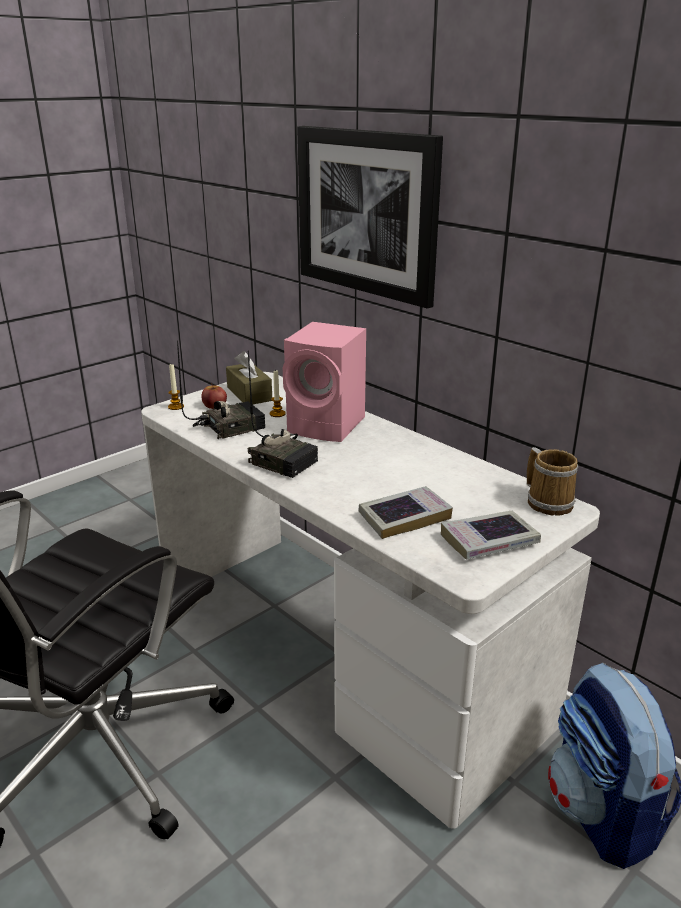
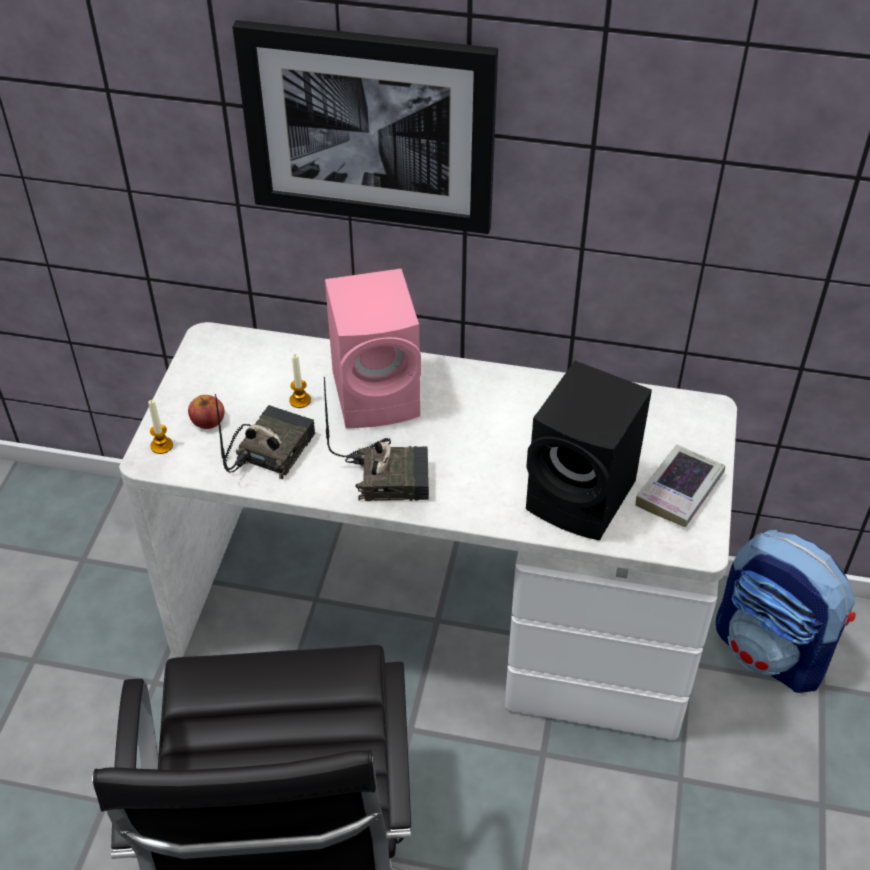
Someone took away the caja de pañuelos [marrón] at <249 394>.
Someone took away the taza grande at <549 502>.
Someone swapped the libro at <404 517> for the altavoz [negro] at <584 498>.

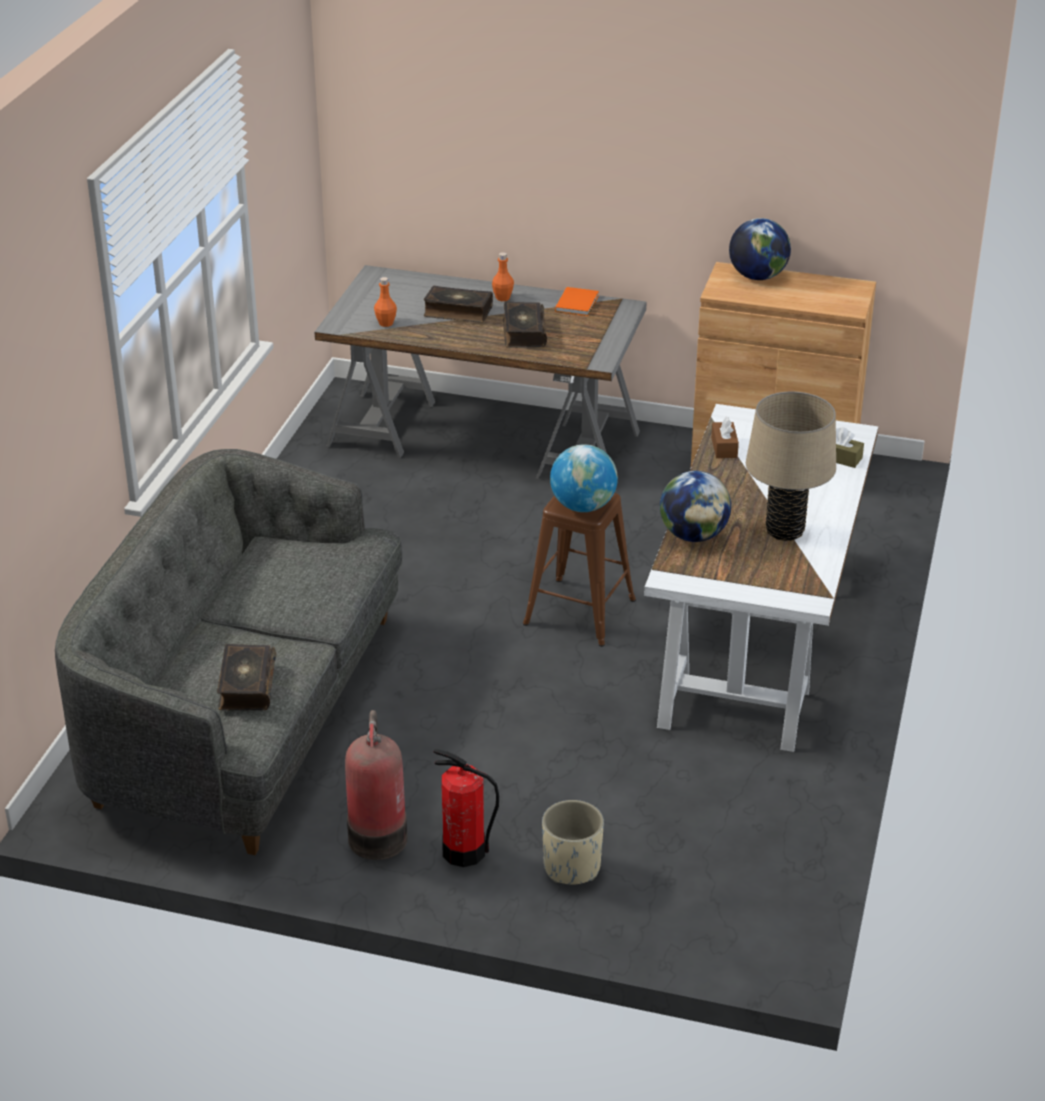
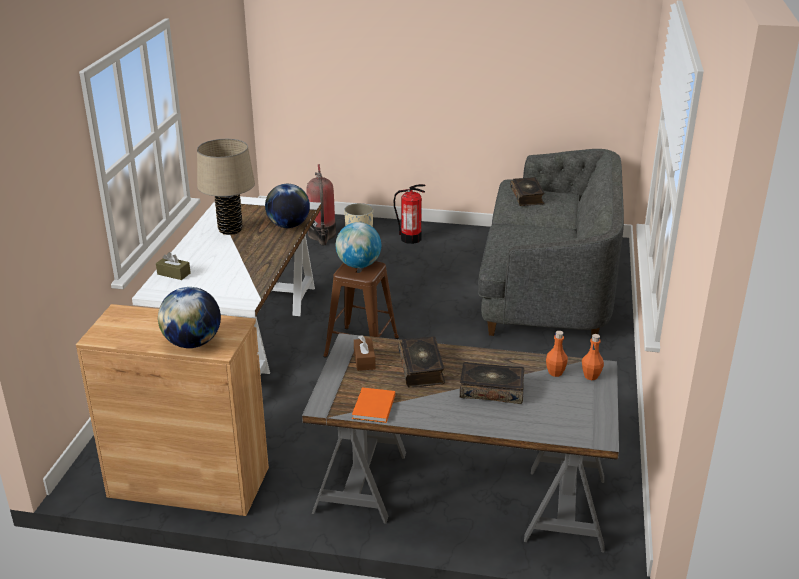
Someone carried the botella [naranja] from <503 298> to <591 376>.
Someone carried the caja de pañuelos [marrón] from <724 447> to <364 360>.
Someone carried the extintor from <377 835> to <322 235>.

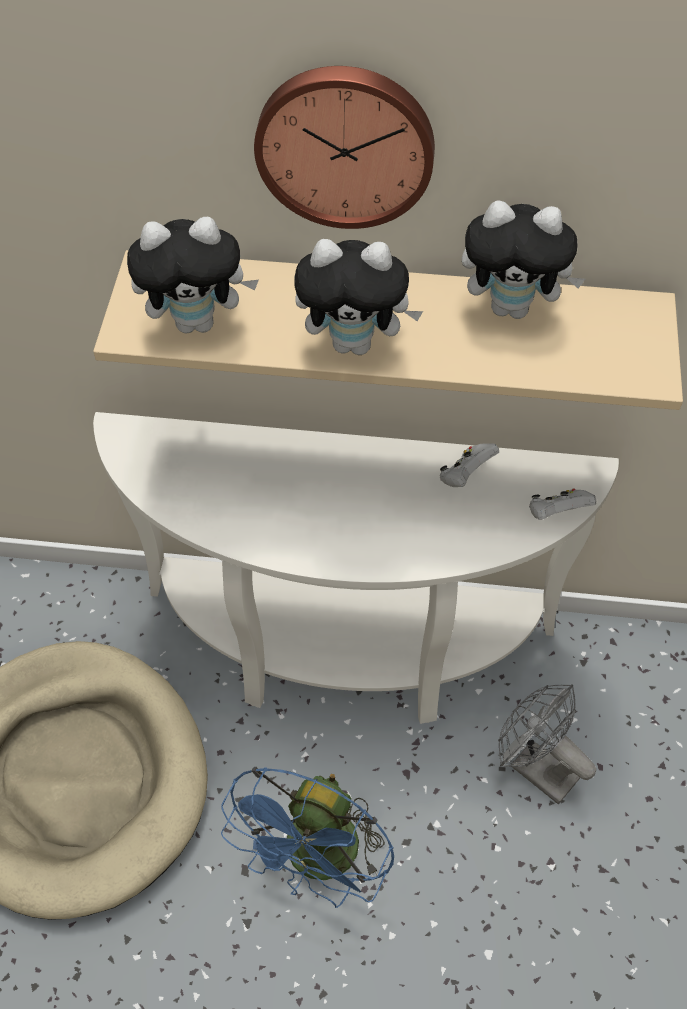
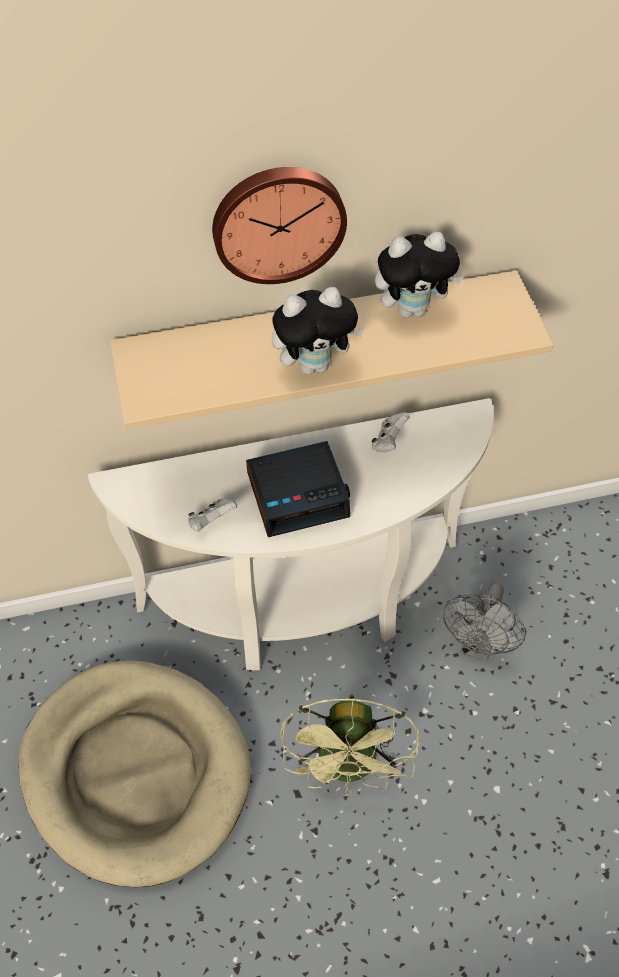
Someone took away the peluche at <198 322>.
Someone carried the mando de consola [blanco] from <556 514> to <211 522>.
Someone rotated the ventilador [gris] at <534 767> by 90 degrees counterclockwise.
Someone repainted the ventilador [azul] at <318 862>, which became the ventilador [verde] at <349 768>.
Someone put down the despertador at <298 494>.

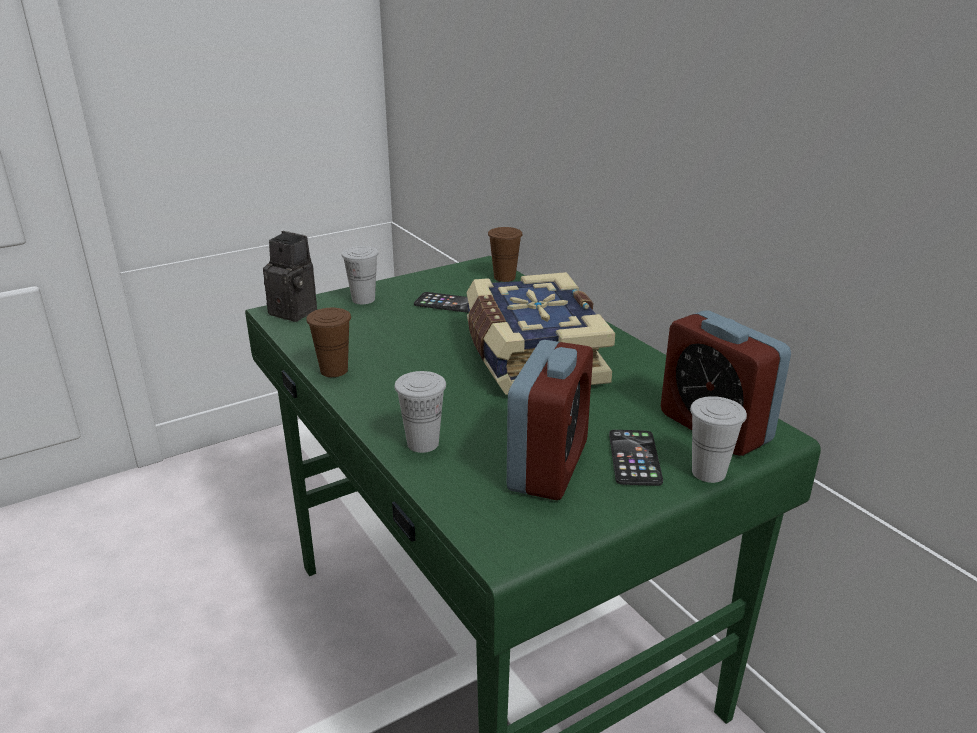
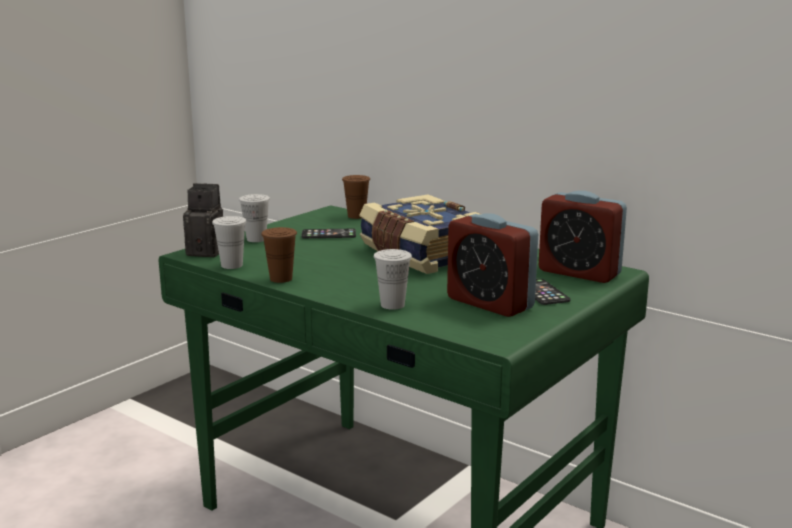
Someone rotated the despertador at <548 466> by 135 degrees clockwise.
Someone carried the taza [blanco] from <708 472> to <232 265>.

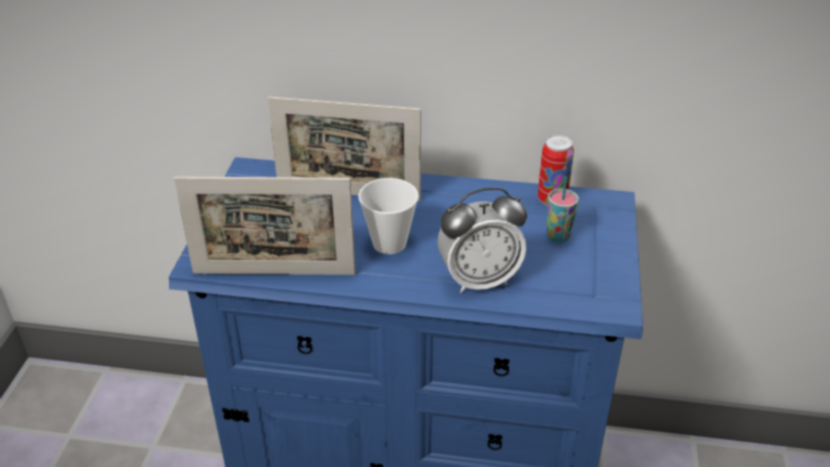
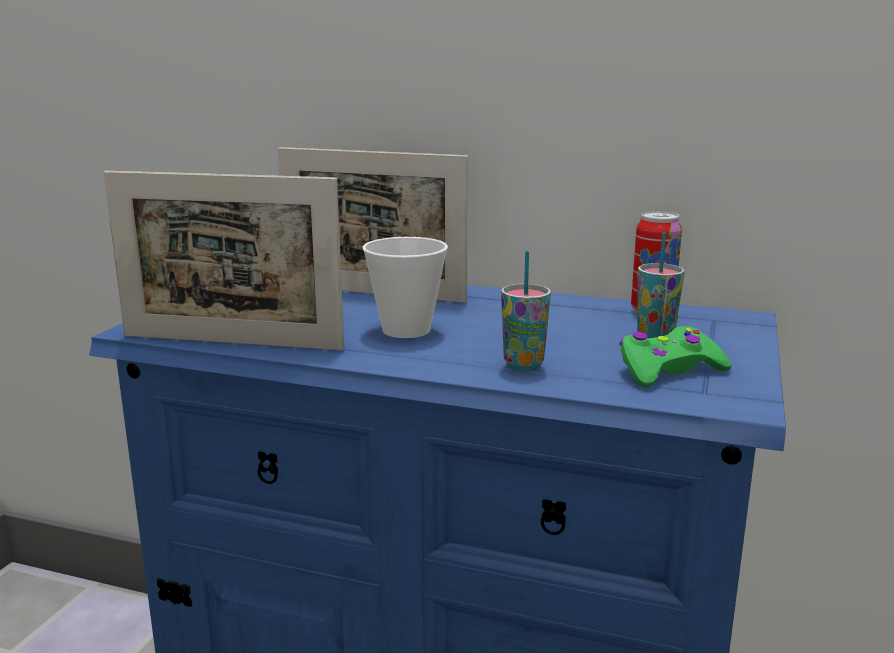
Someone swapped the despertador at <479 280> for the taza at <523 366>.
Someone put down the mando de consola [verde] at <668 370>.

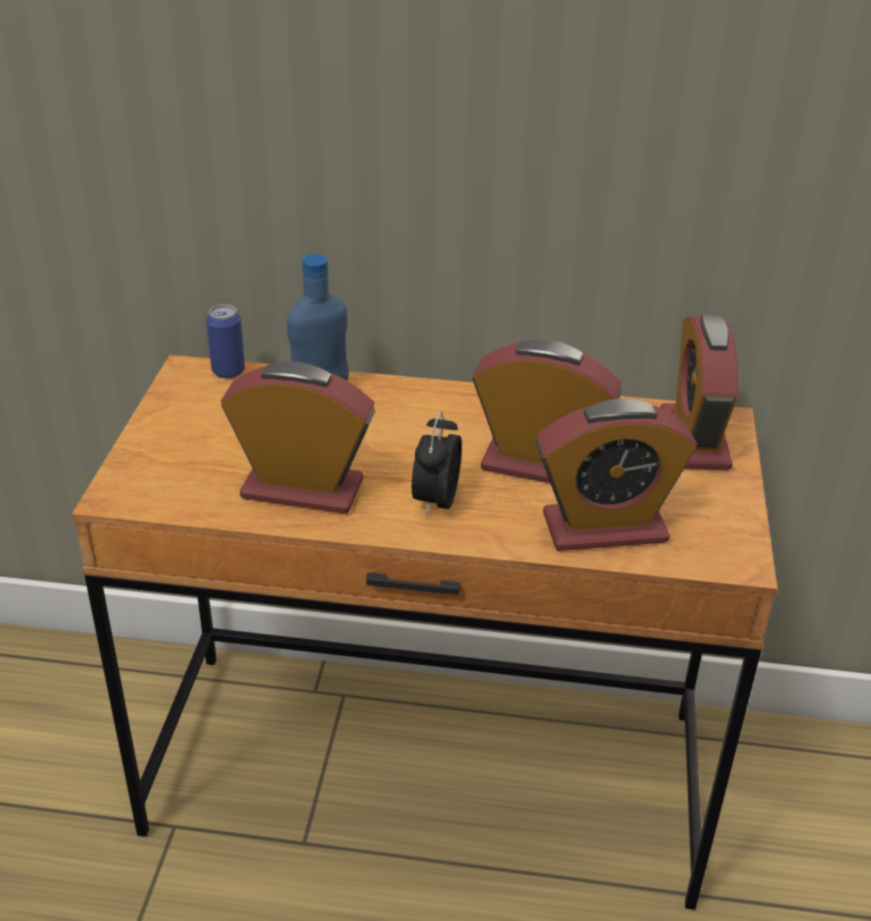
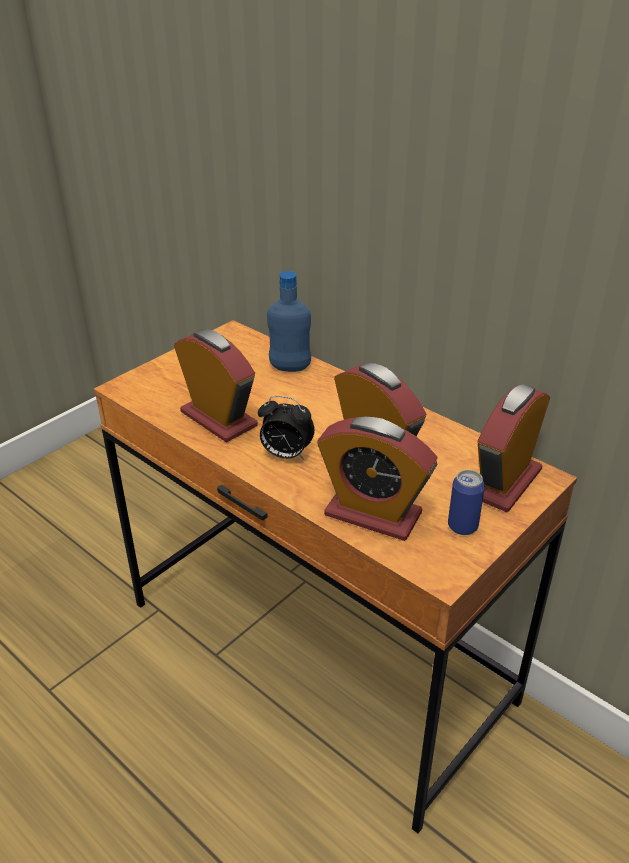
Someone carried the lata from <228 371> to <462 526>.
Someone rotated the despertador at <435 501> by 120 degrees counterclockwise.

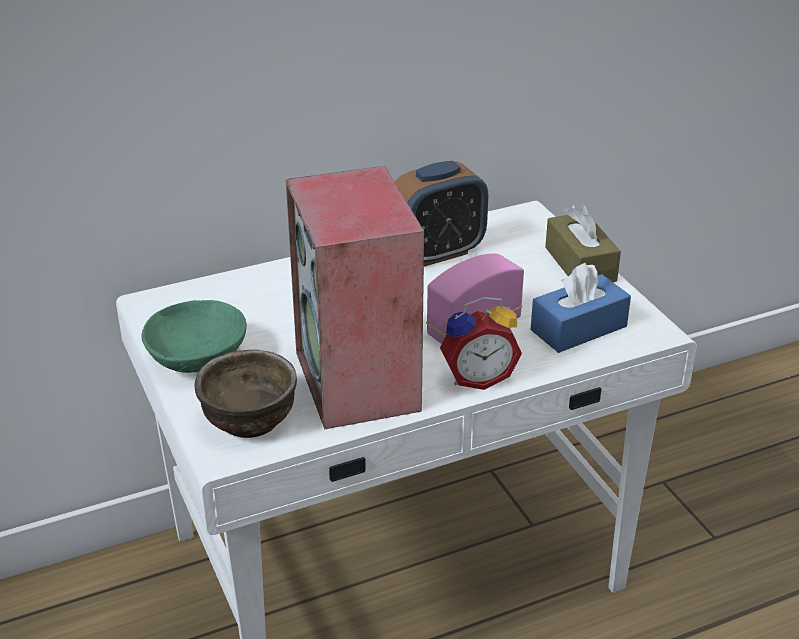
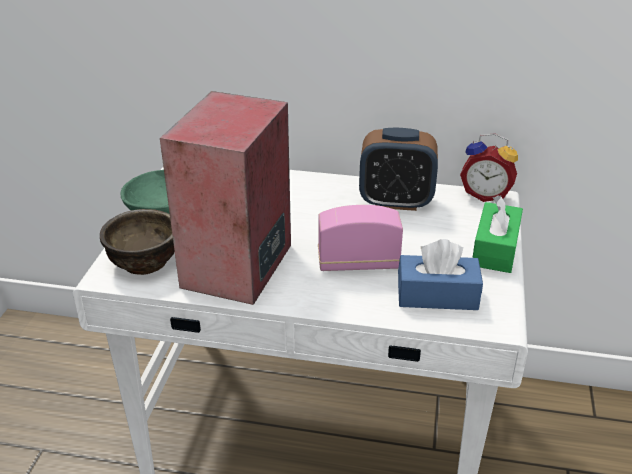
Someone repainted the caja de pañuelos [marrón] at <580 264>, which became the caja de pañuelos [verde] at <495 249>.
Someone carried the despertador from <477 377> to <485 194>.

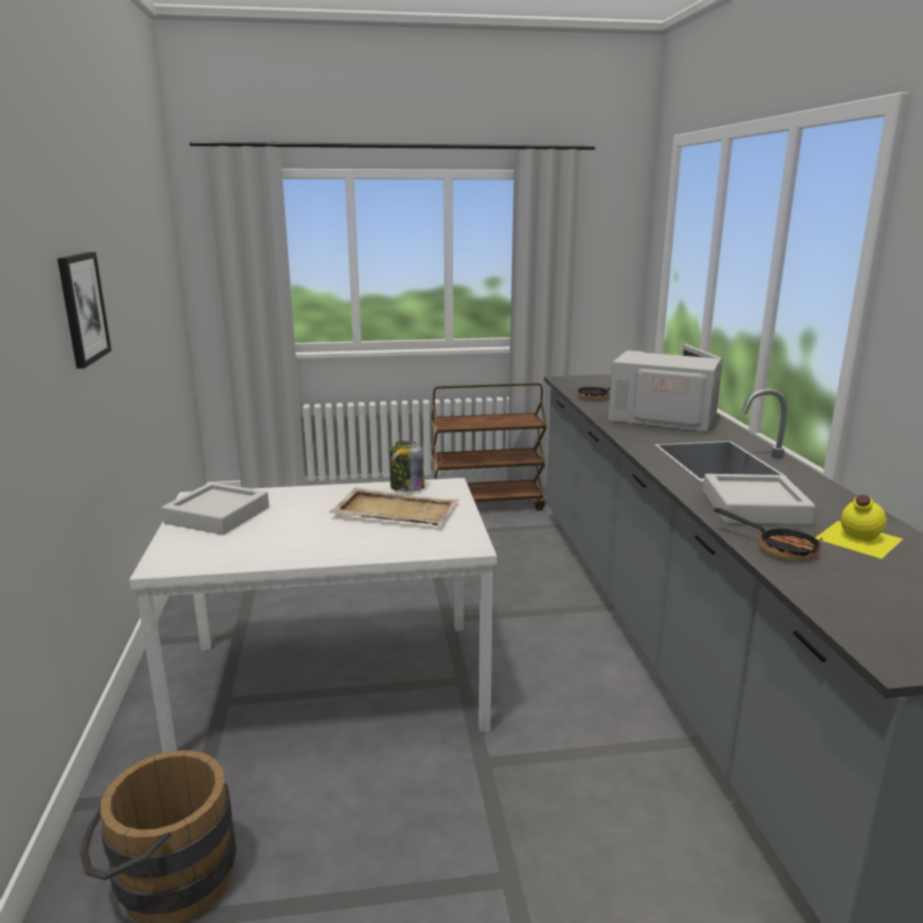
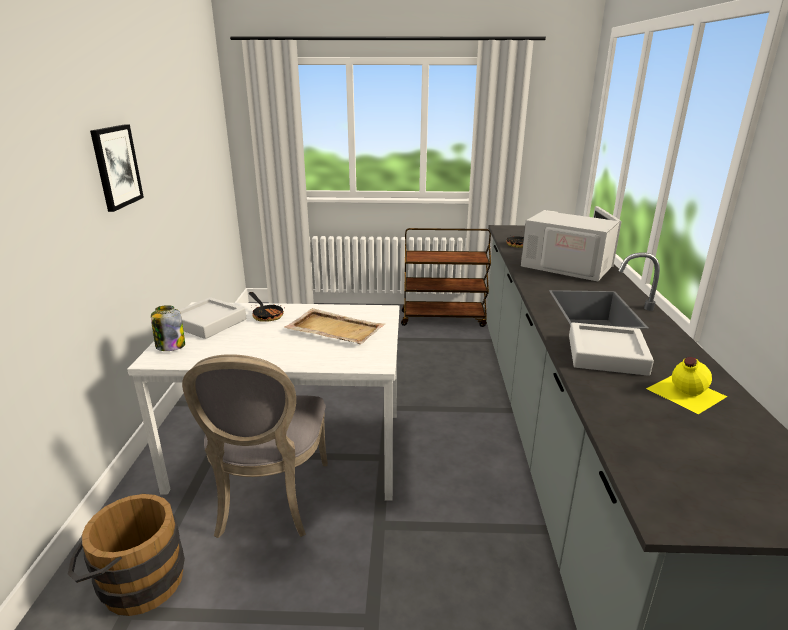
Someone carried the tarro from <406 488> to <170 346>.
Someone carried the sartén from <777 548> to <266 315>.
Someone put down the silla [gris] at <269 501>.

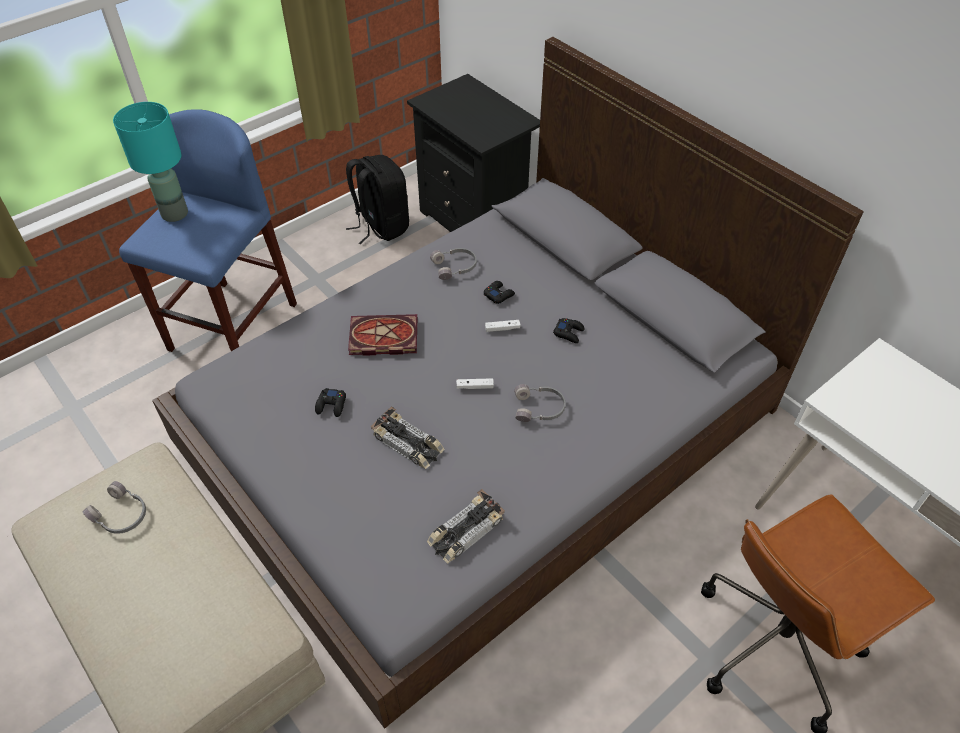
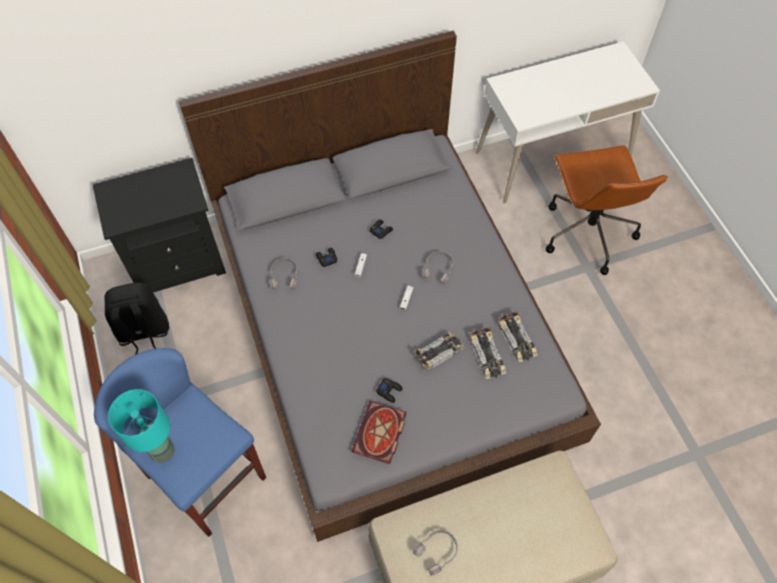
Someone carried the libro from <381 338> to <380 435>.
Someone put down the coche de juguete at <487 356>.

